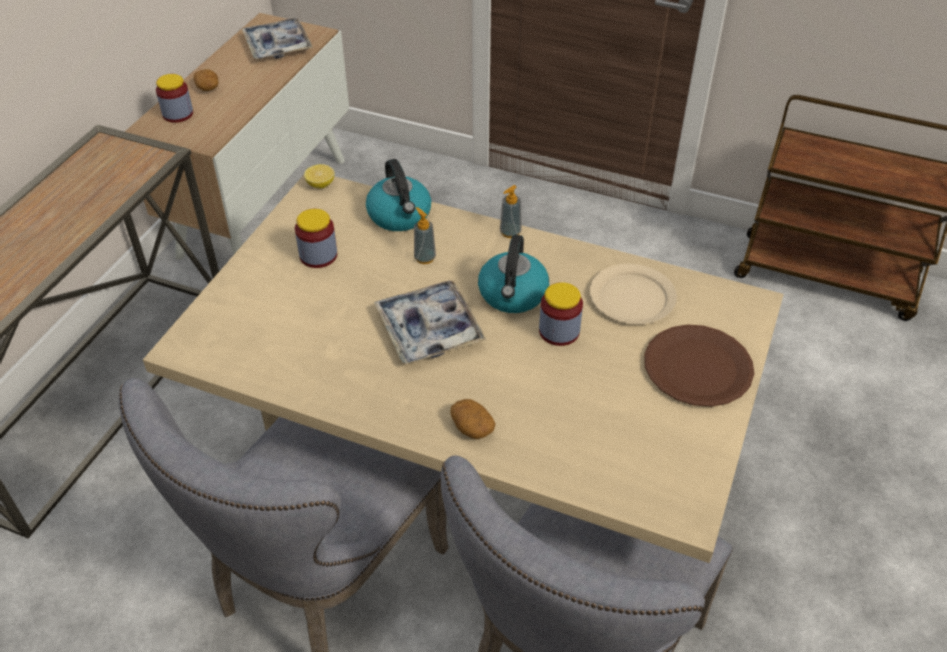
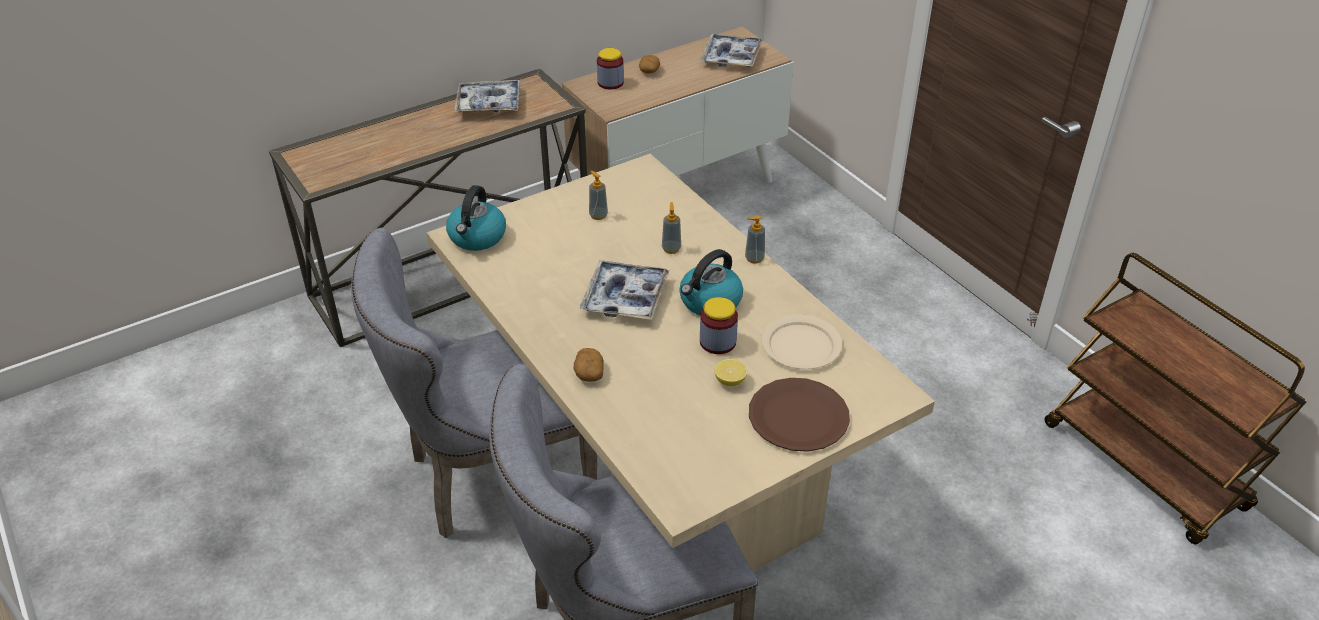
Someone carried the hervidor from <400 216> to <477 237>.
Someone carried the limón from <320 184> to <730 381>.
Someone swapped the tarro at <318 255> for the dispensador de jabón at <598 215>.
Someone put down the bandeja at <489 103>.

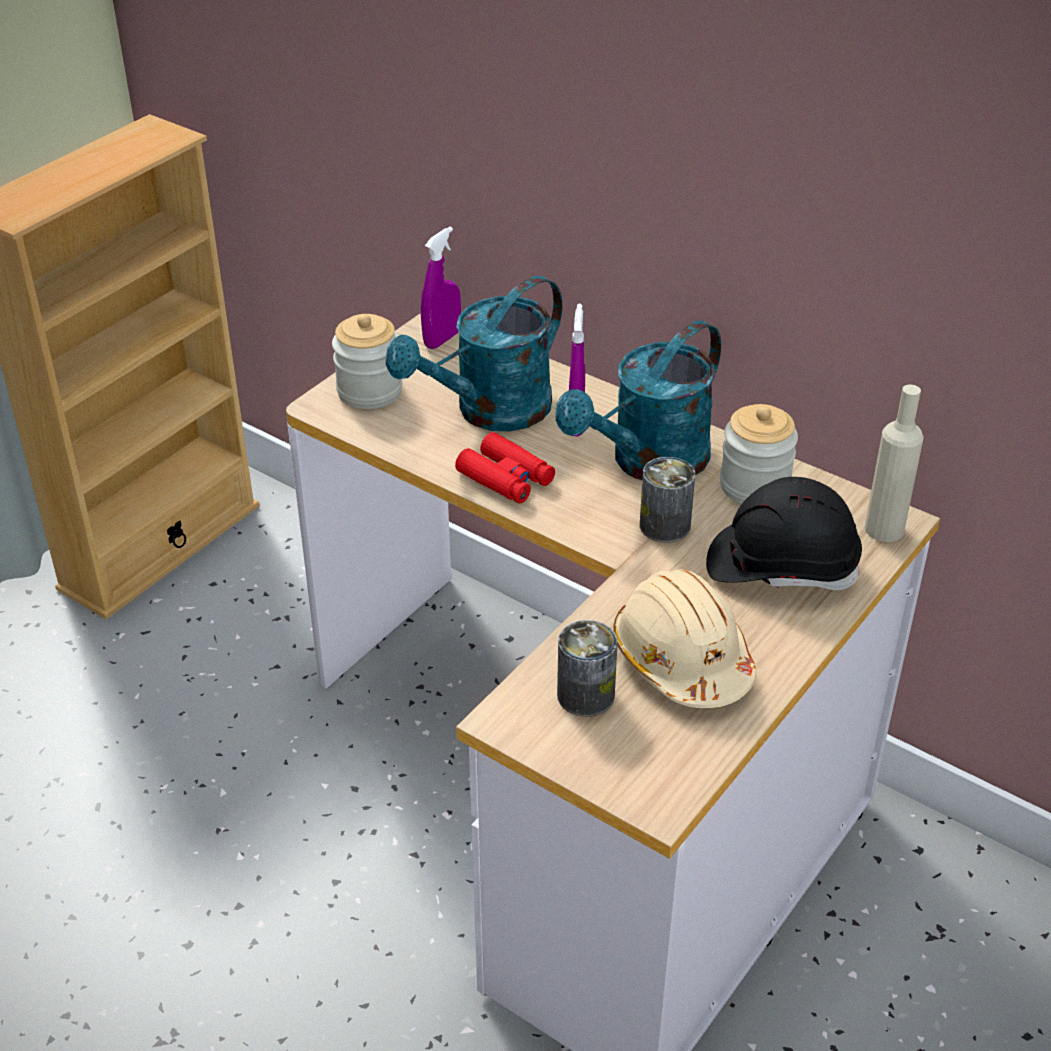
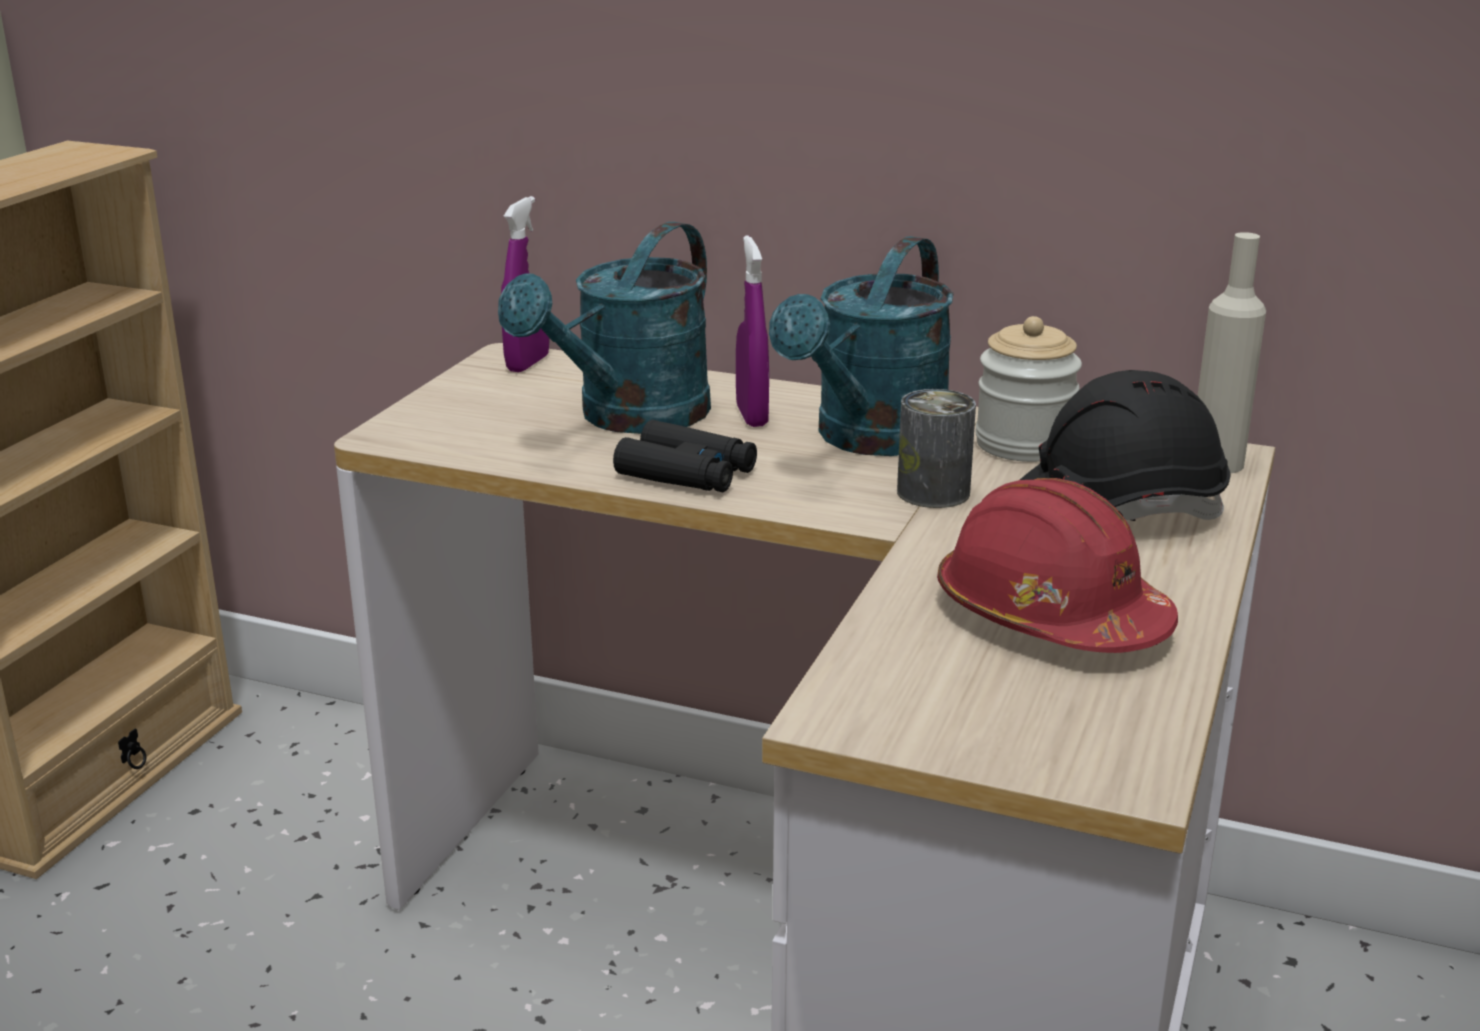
Someone took away the tarro at <369 391>.
Someone repainted the prismáticos [rojo] at <506 478>, which became the prismáticos [negro] at <687 474>.
Someone repainted the casco [beis] at <682 659>, which became the casco [rojo] at <1049 616>.
Someone took away the lata at <585 695>.

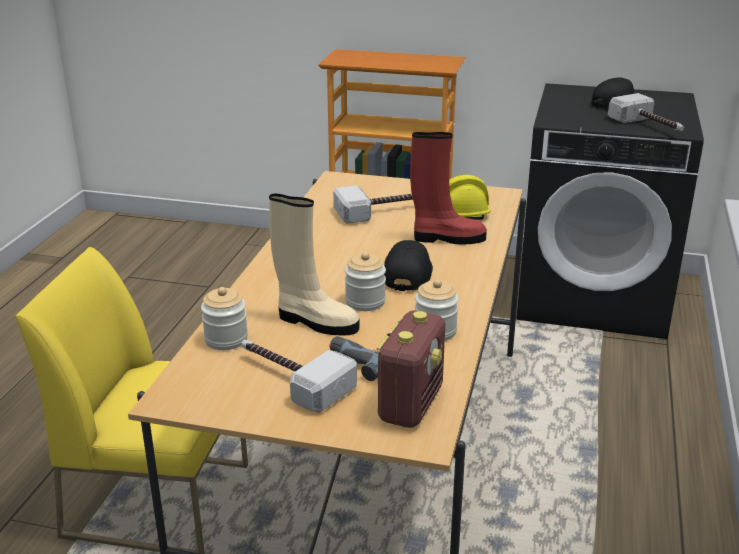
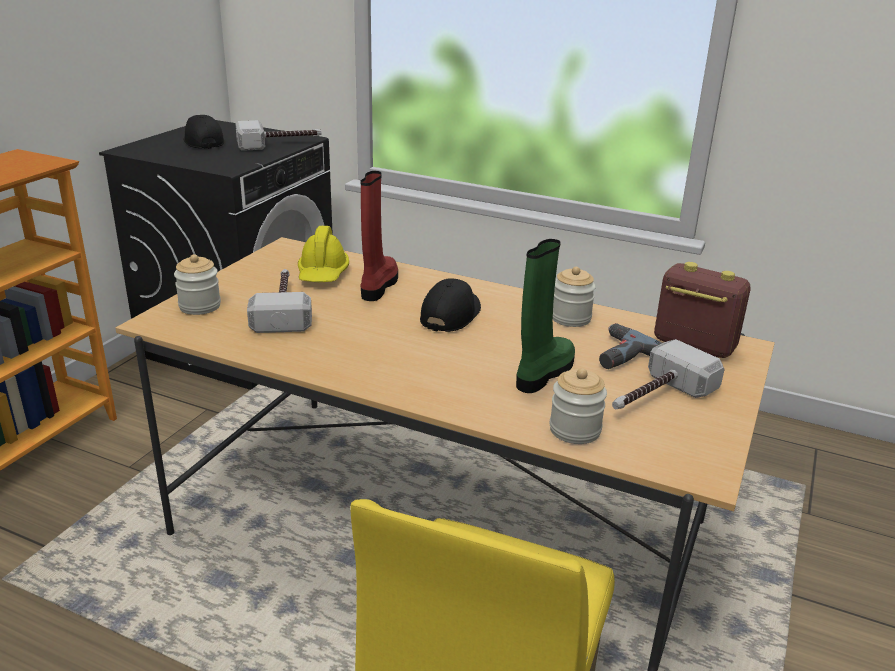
Someone repainted the bota [beis] at <315 322>, which became the bota [verde] at <543 373>.
Someone rotated the gorra [negro] at <408 274> by 90 degrees clockwise.
Someone carried the tarro from <365 302> to <200 306>.

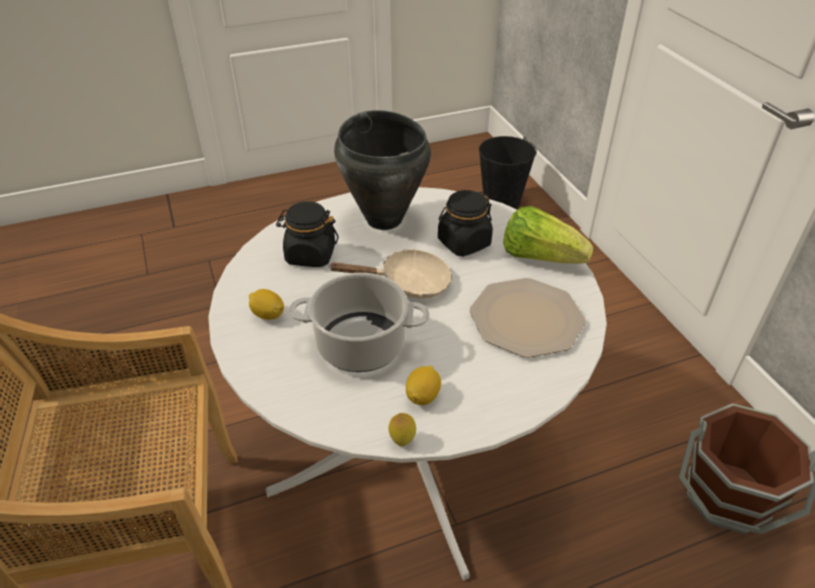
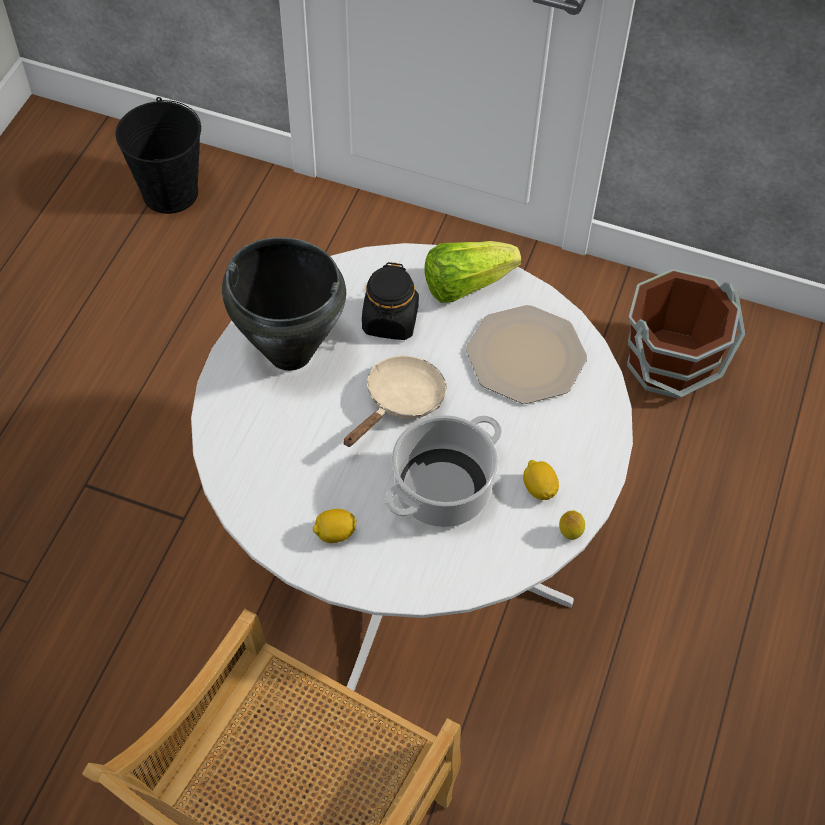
Someone took away the tarro [negro] at <310 255>.

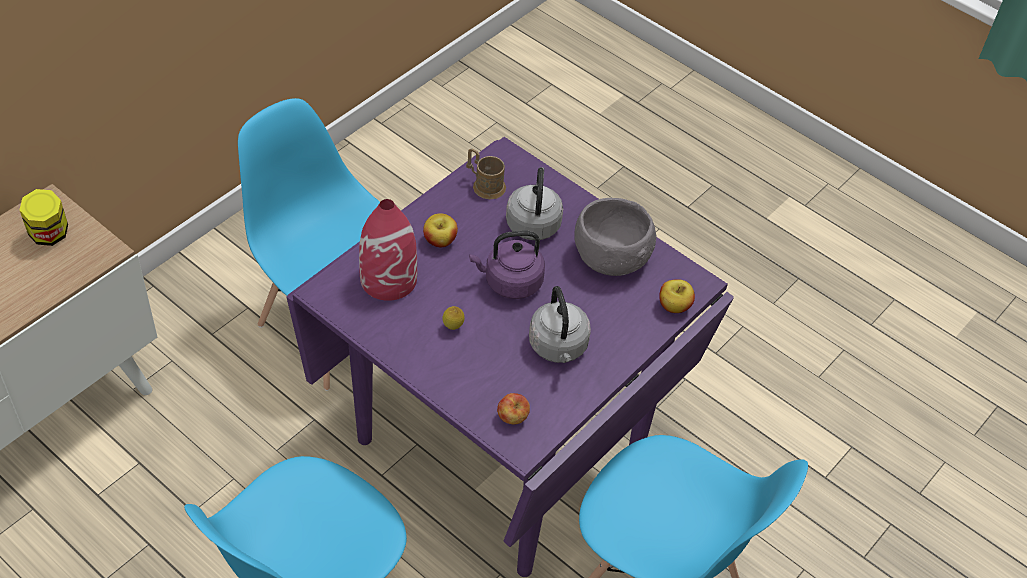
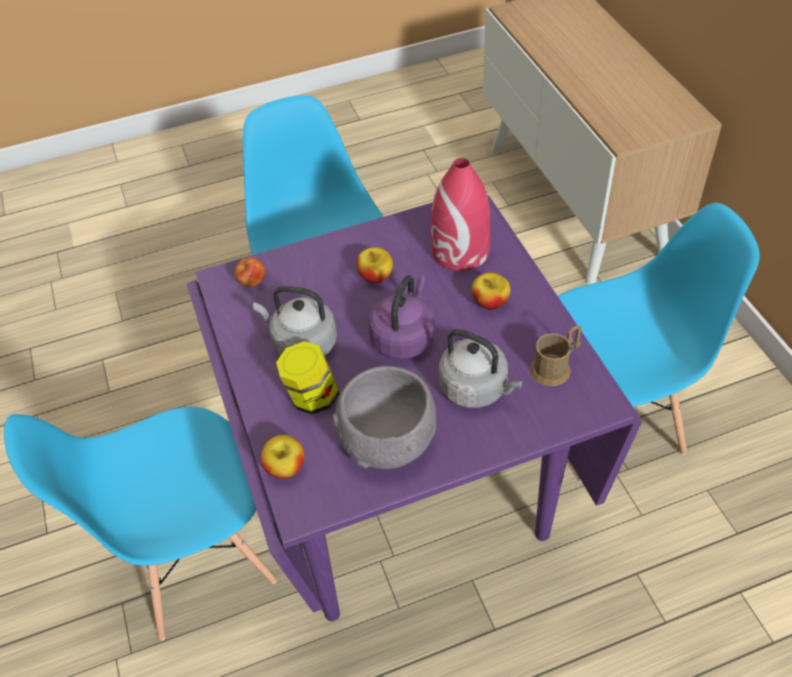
Someone carried the tarro from <49 235> to <312 397>.
Someone swapped the limón at <453 327> for the manzana at <375 276>.

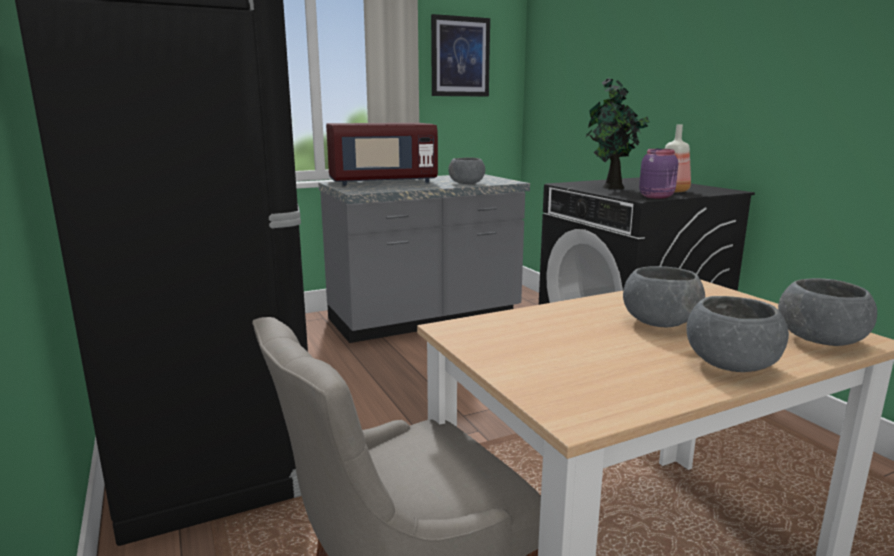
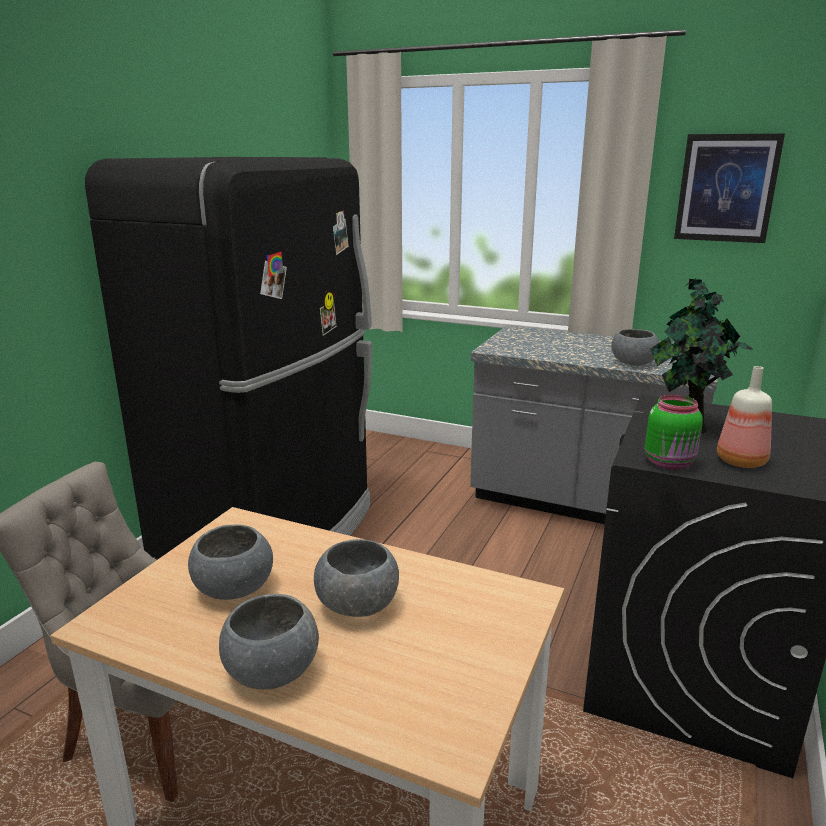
Someone took away the microondas [rojo] at <382 182>.
Someone repainted the tarro [morado] at <657 197>, which became the tarro [verde] at <670 463>.
Someone carried the cuenco [gris] from <820 340> to <233 588>.

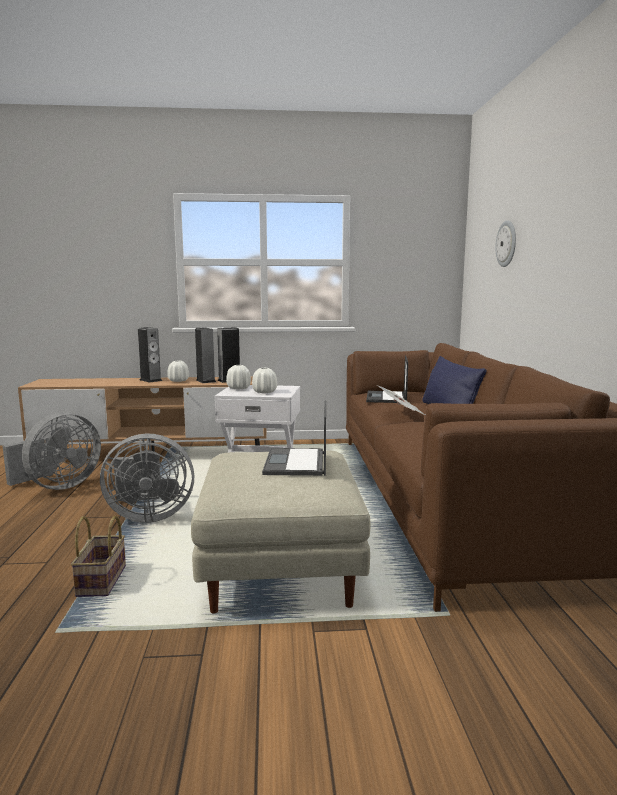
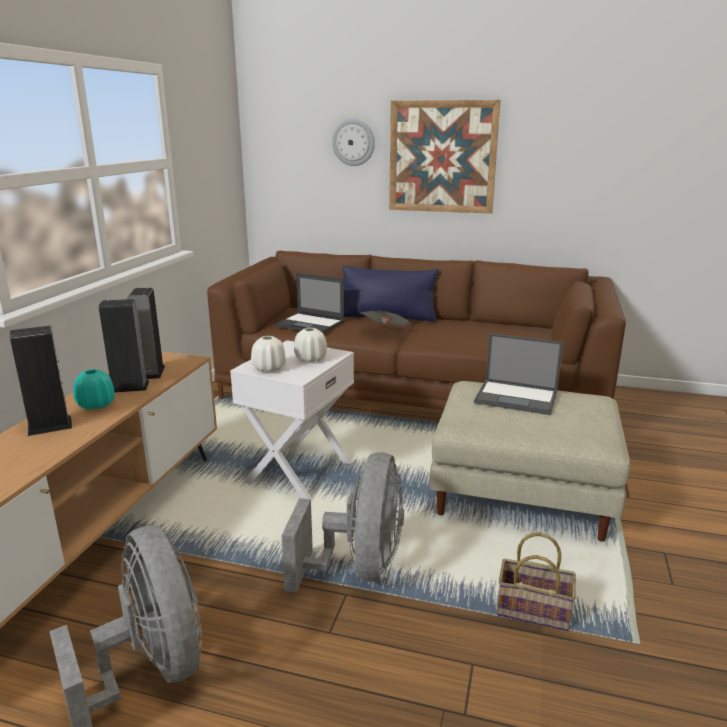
Someone repainted the florero [blanco] at <178 381>, which became the florero [turquesa] at <96 405>.
Someone put up the cuadro at <442 157>.

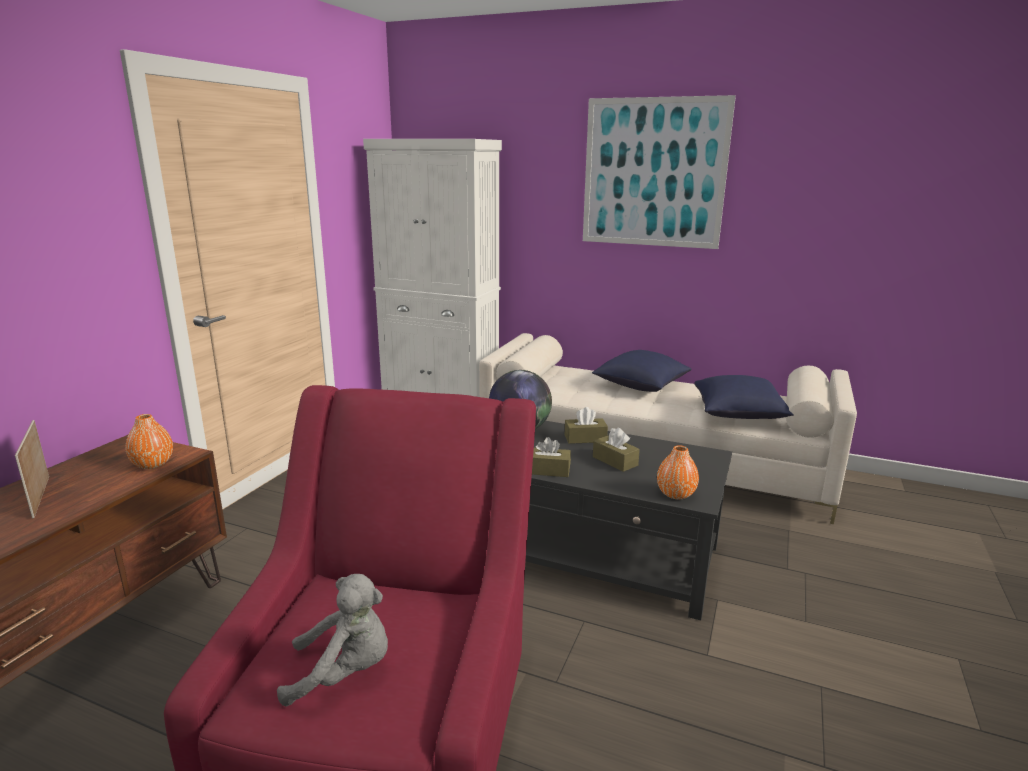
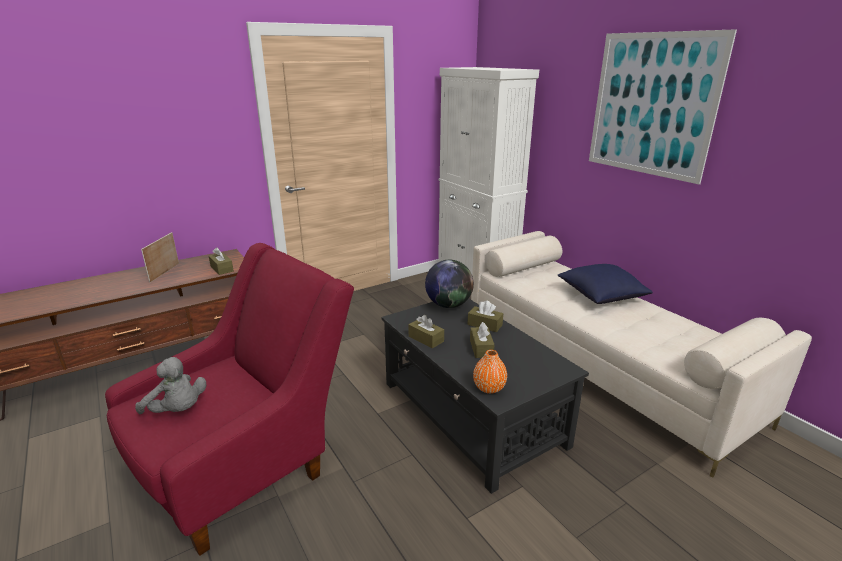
Someone took away the cojín [azul] at <739 414>.
Someone swapped the florero [naranja] at <153 464> for the caja de pañuelos [marrón] at <222 269>.

